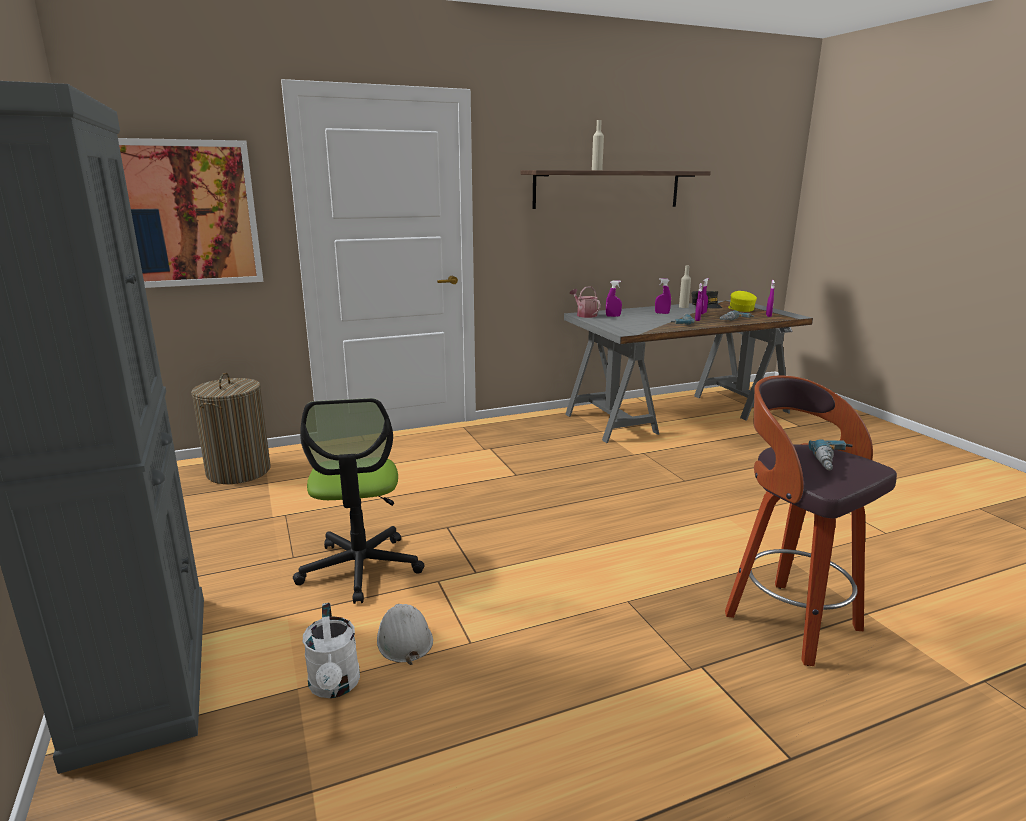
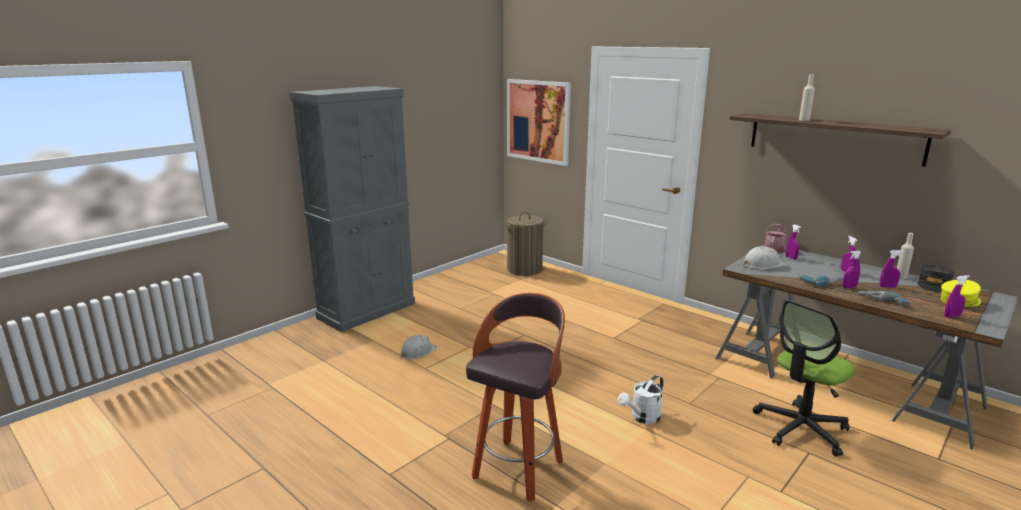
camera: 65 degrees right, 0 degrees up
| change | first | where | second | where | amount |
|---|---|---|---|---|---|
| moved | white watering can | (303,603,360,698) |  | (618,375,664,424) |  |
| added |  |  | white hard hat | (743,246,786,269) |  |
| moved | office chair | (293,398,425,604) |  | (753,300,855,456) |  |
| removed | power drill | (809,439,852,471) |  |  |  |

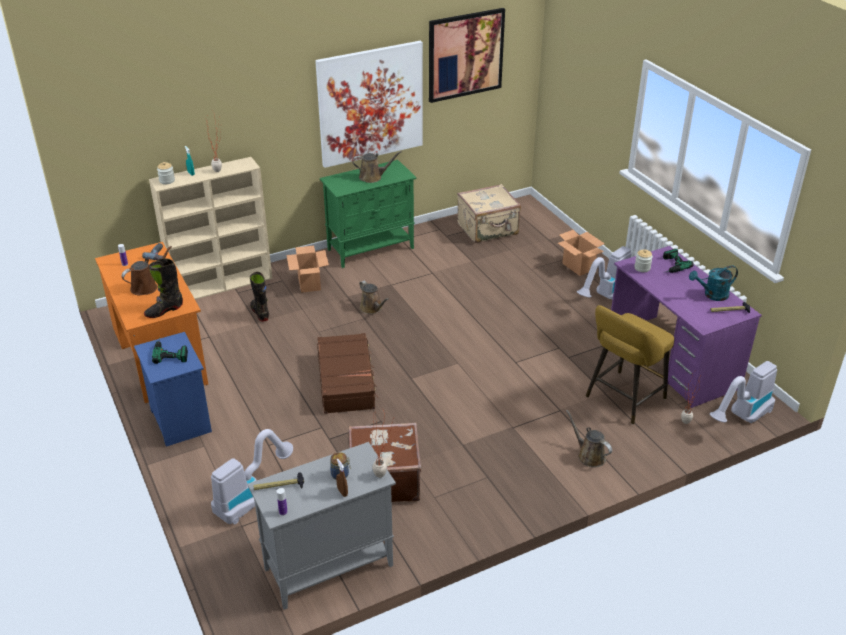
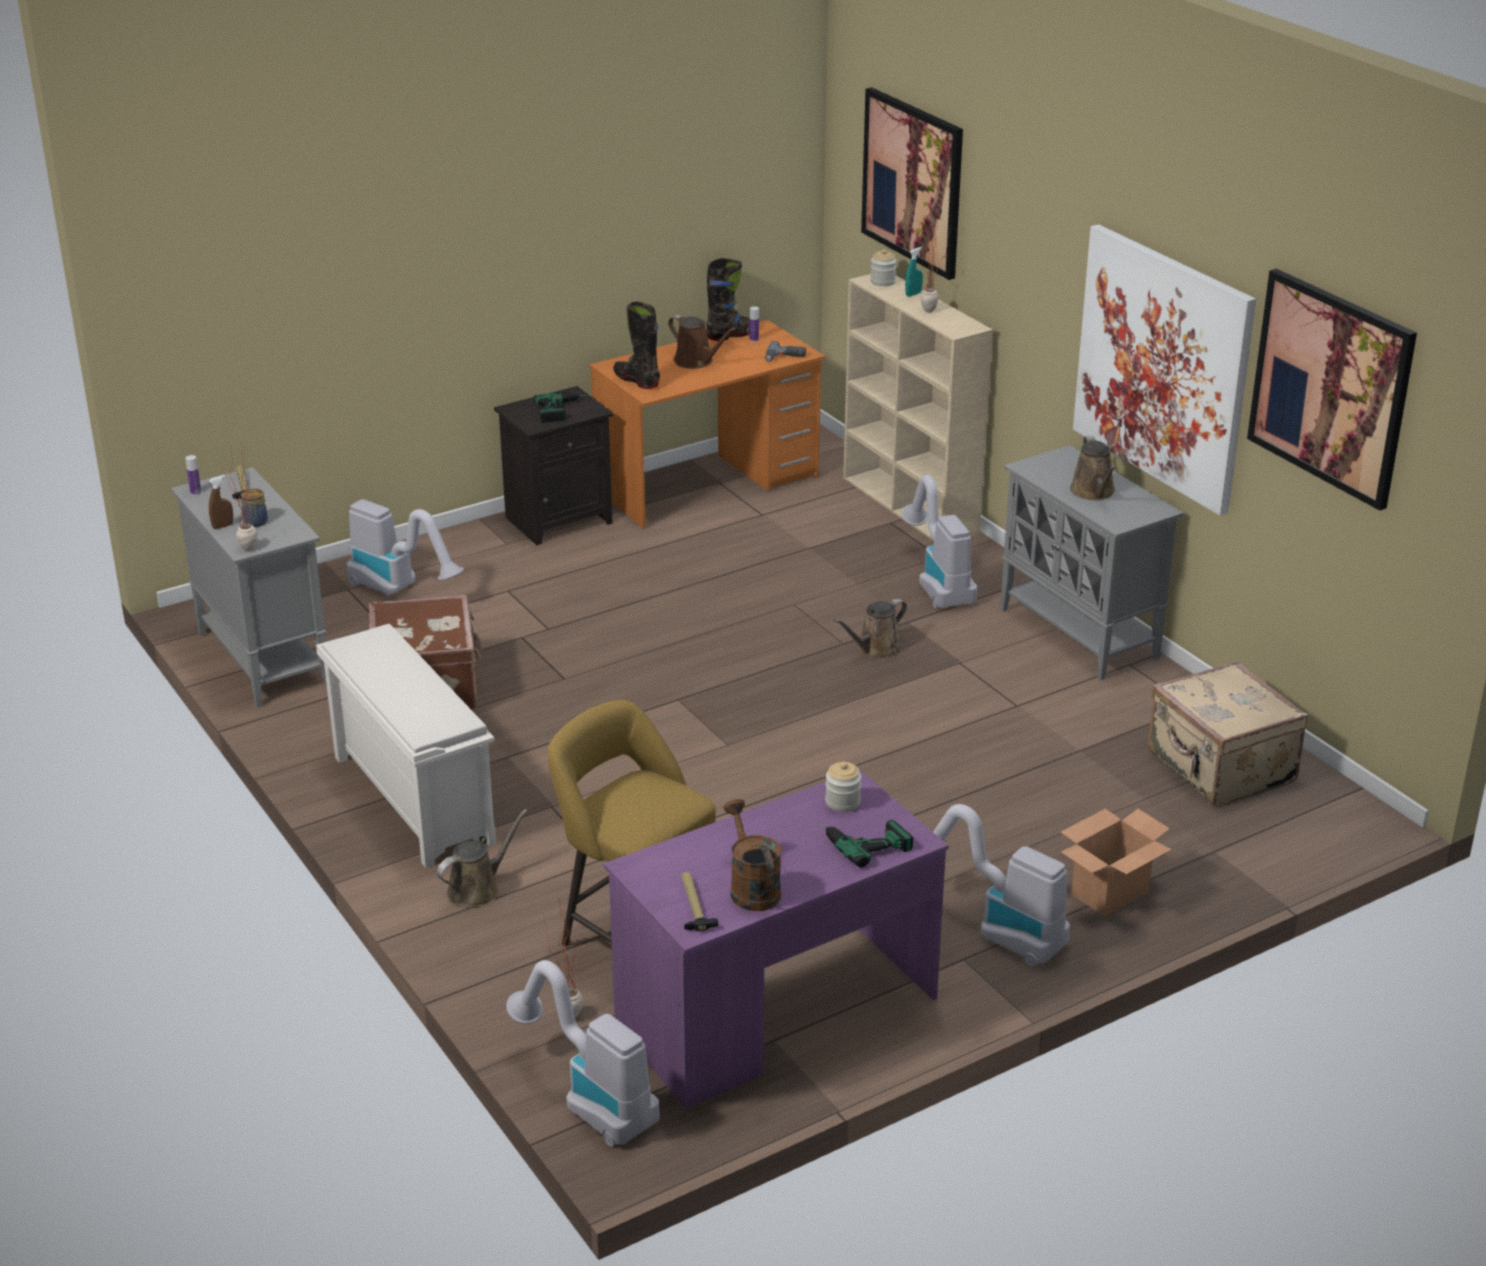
camera: 85 degrees right, 5 degrees down
| change | first | where | second | where | amount |
|---|---|---|---|---|---|
| added |  |  | white shoe rack | (316,624,496,868) |  |
| recoloured | blue nightstand | (134,332,212,447) | black nightstand | (494,386,613,545) |  |
| moved | black boot | (250,272,269,322) |  | (706,258,750,341) |  |
| recoloured | turquoise watering can | (689,265,738,301) | brown watering can | (723,799,781,911) |  |
| added |  |  | picture | (861,87,963,280) |  |
| replaced | cardboard box | (286,245,329,293) | vacuum cleaner | (901,475,977,608) |  |
| recoloured | green cabinet | (320,160,417,268) | grey cabinet | (1000,445,1184,680) |  |
| removed | brown suitcase | (317,333,379,414) |  |  |  |

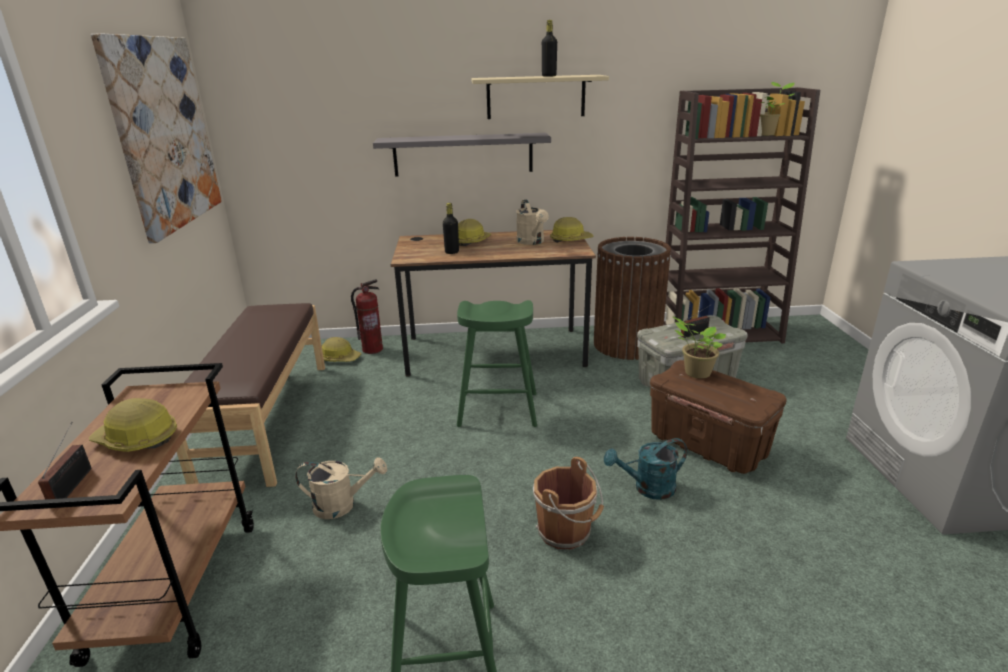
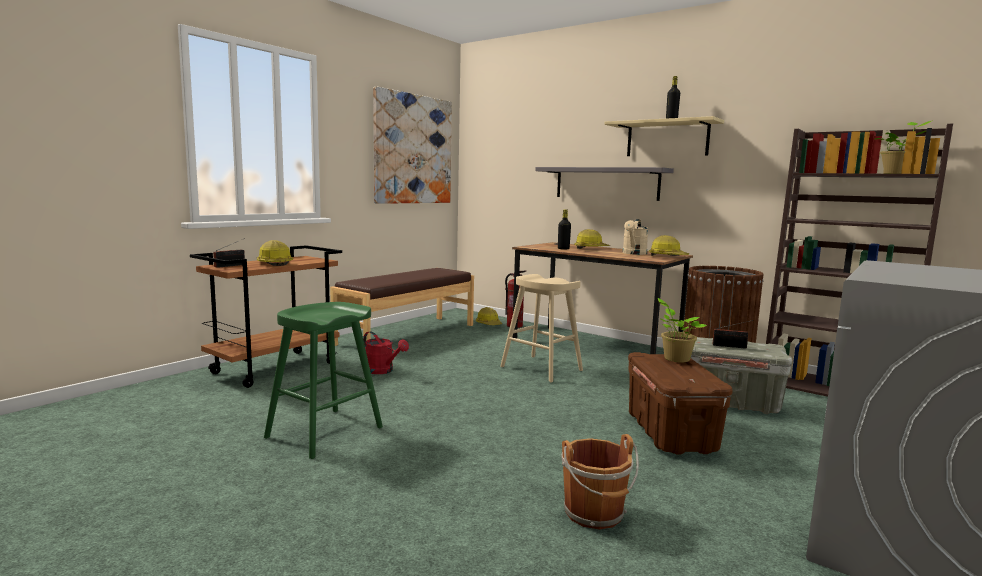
camera: 40 degrees right, 15 degrees down
| change | first | where | second | where | amount |
|---|---|---|---|---|---|
| recoloured | beige watering can | (295,457,387,519) | red watering can | (363,331,409,374) |  |
| recoloured | green stool | (457,300,537,427) | beige stool | (500,274,583,382) |  |
| moved | brown bucket | (533,457,604,549) |  | (561,434,639,529) |  |
| removed | turquoise watering can | (604,438,688,500) |  |  |  |

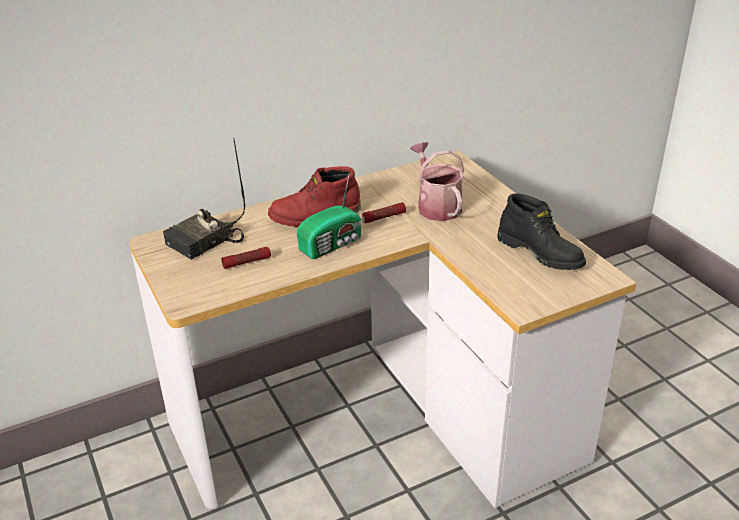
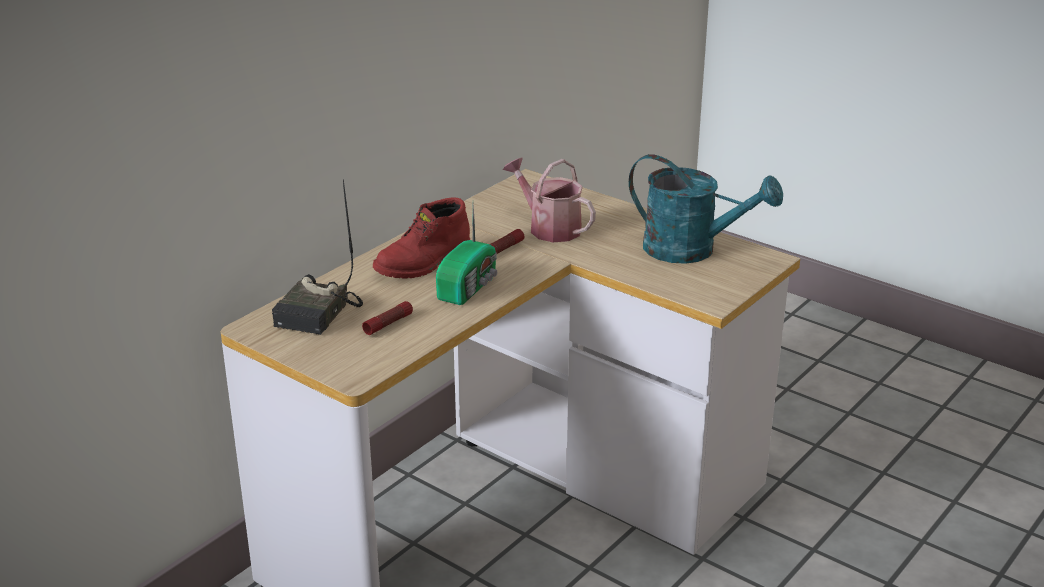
camera: 25 degrees left, 5 degrees down
| change | first | where | second | where | amount |
|---|---|---|---|---|---|
| replaced | black boot | (497,193,586,270) | turquoise watering can | (629,154,783,264) |  |

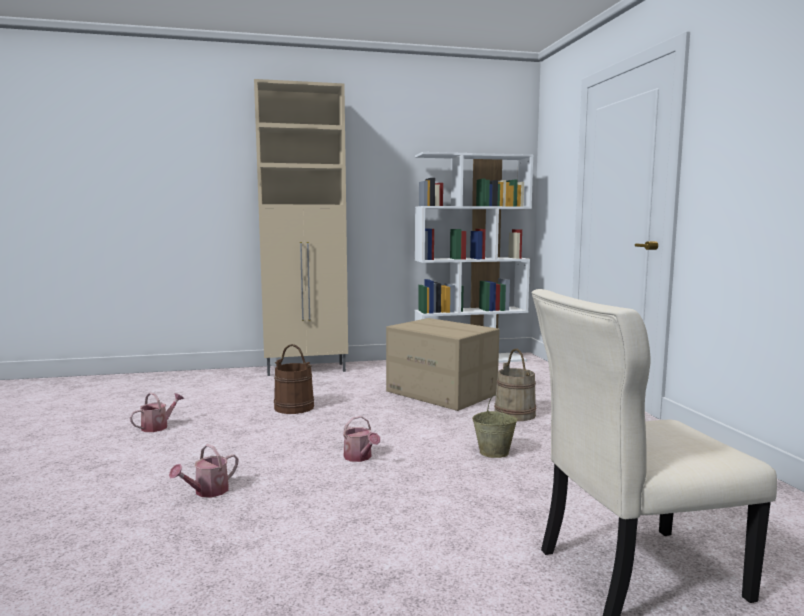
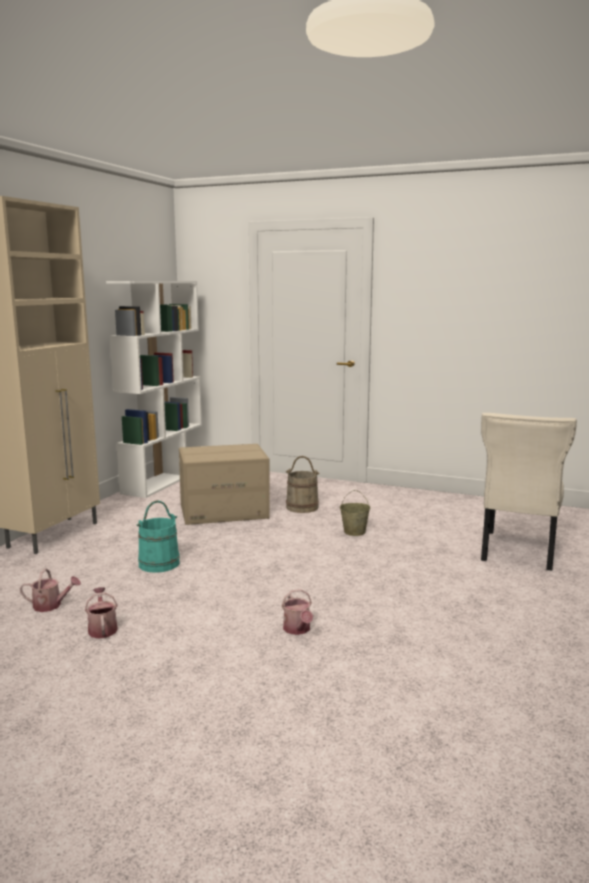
camera: 55 degrees left, 5 degrees up
| change | first | where | second | where | amount |
|---|---|---|---|---|---|
| moved | watering can | (343,416,380,462) |  | (20,568,81,612) |  |
| recoloured | brown bucket | (274,344,314,414) | turquoise bucket | (136,500,180,573) |  |

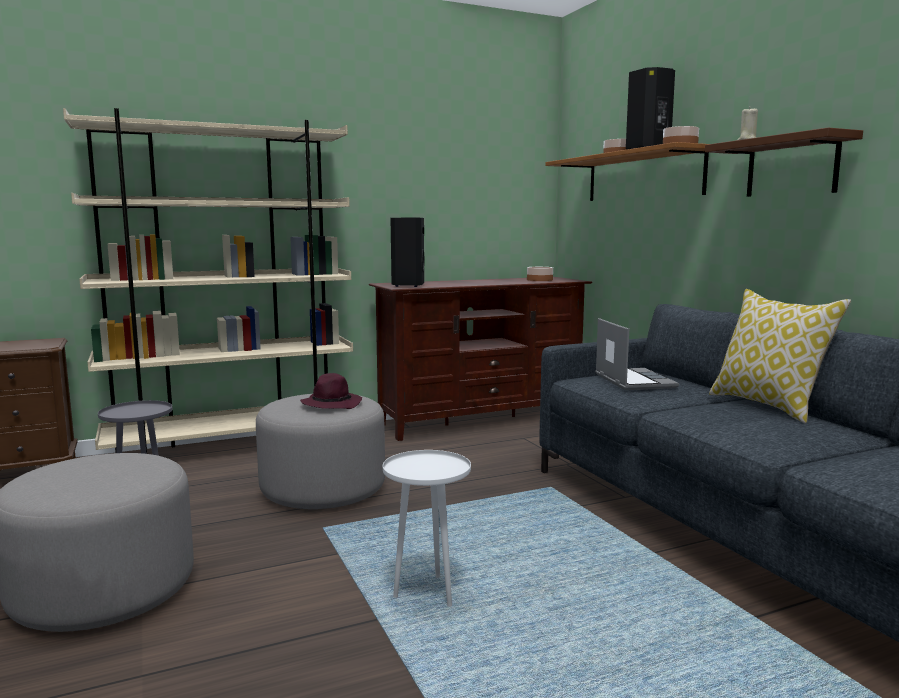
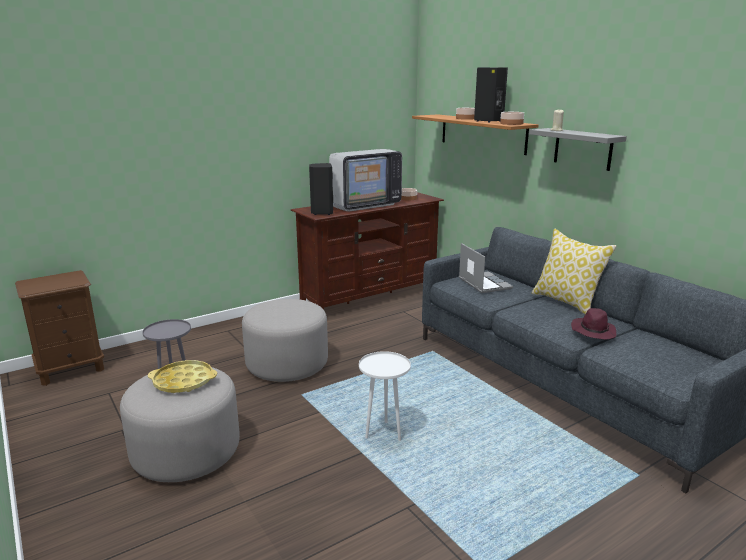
camera: 10 degrees left, 10 degrees up
| change | first | where | second | where | amount |
|---|---|---|---|---|---|
| added |  |  | yellow tray | (148,360,217,393) |  |
| added |  |  | television | (329,149,402,211) |  |
| recoloured | brown shelf | (705,127,863,197) | grey shelf | (529,128,627,171) |  |
| moved | purple hat | (300,373,362,409) |  | (571,308,616,340) |  |
| removed | beige bookcase | (63,108,353,453) |  |  |  |

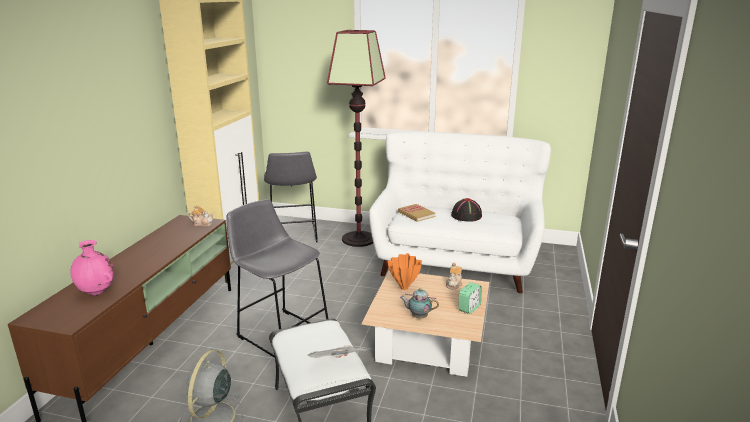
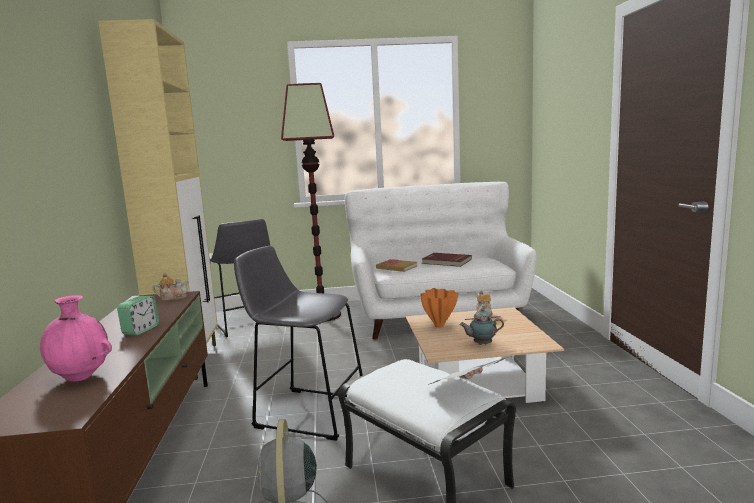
camera: 20 degrees left, 10 degrees down
| change | first | where | second | where | amount |
|---|---|---|---|---|---|
| moved | alarm clock | (458,282,482,314) |  | (117,296,159,335) |  |
| replaced | black hat | (451,198,482,222) | red book | (422,253,472,267) |  |

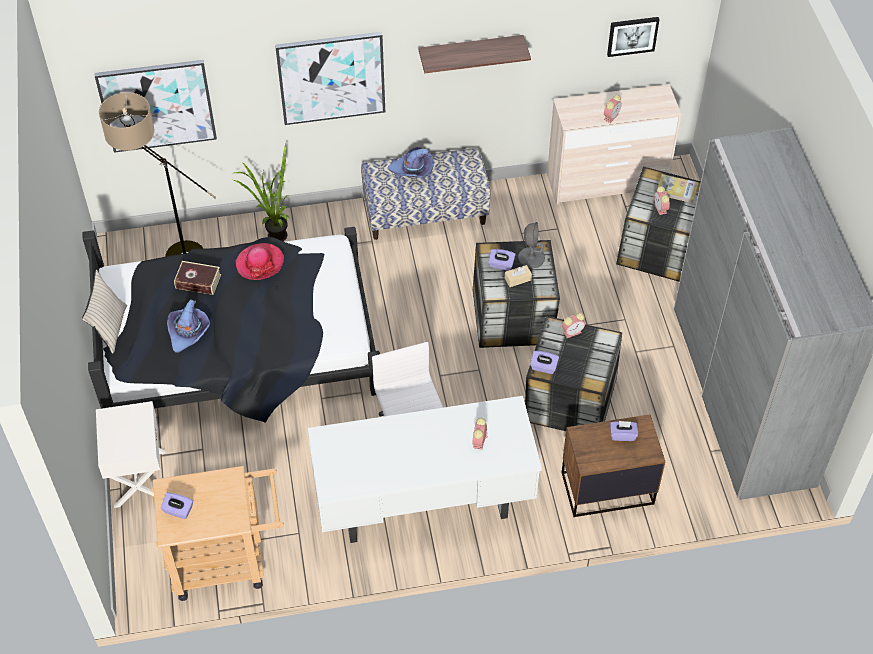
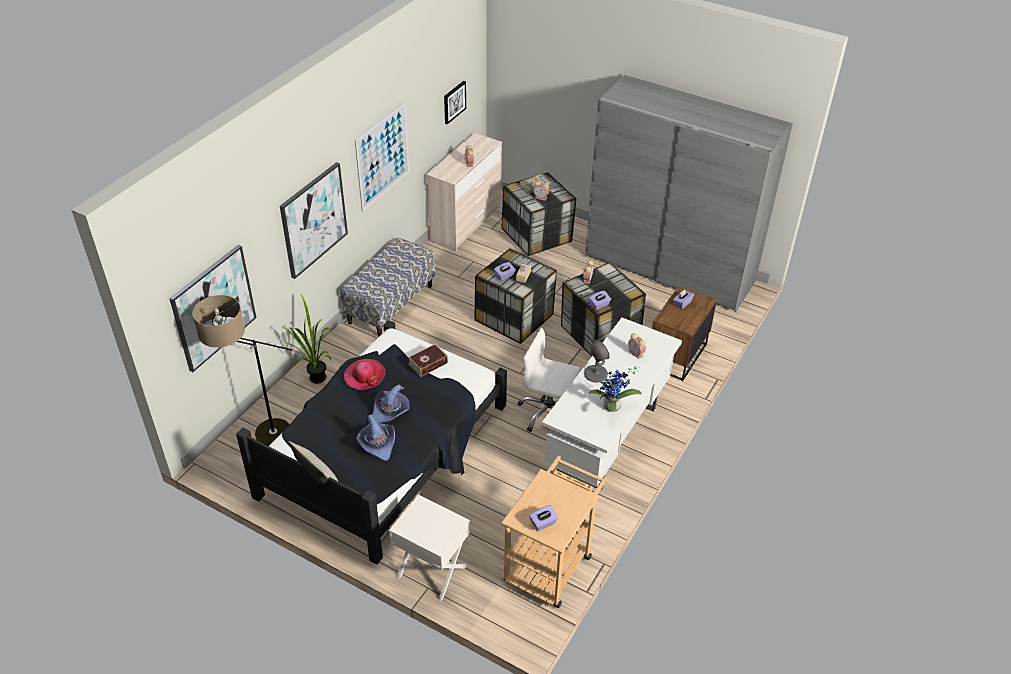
camera: 50 degrees left, 10 degrees down
| change | first | where | second | where | amount |
|---|---|---|---|---|---|
| replaced | shelf | (418,35,531,73) | picture | (355,102,409,211) |  |
| moved | purple hat | (388,147,434,178) |  | (372,384,410,423) |  |
| moved | book | (174,261,221,295) |  | (408,343,448,377) |  |
| moved | grey table lamp | (518,222,545,268) |  | (584,339,609,383) |  |
| added |  |  | potted plant | (589,367,642,412) |  |

